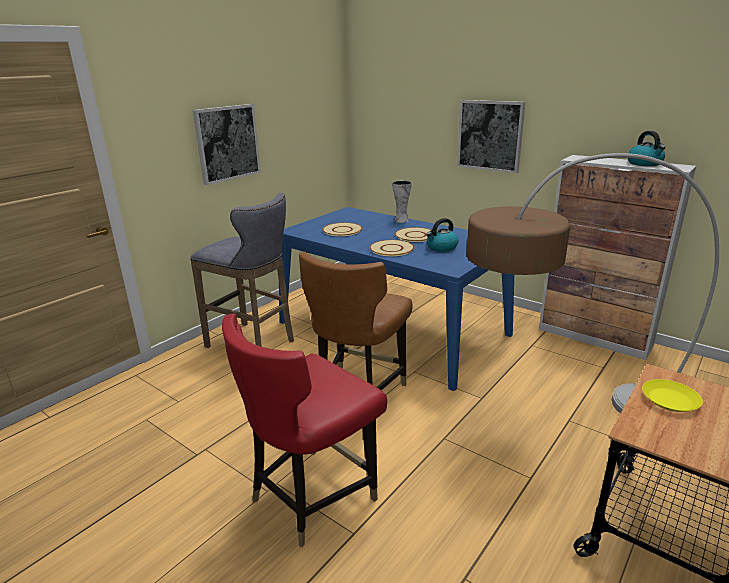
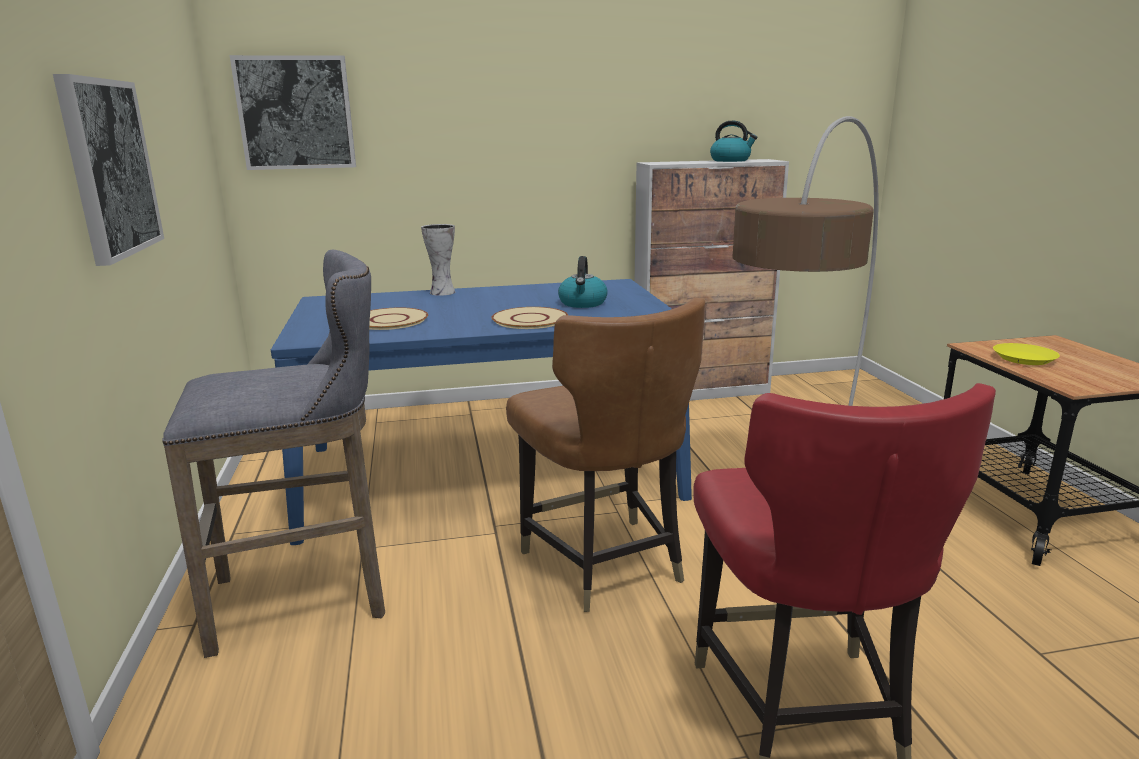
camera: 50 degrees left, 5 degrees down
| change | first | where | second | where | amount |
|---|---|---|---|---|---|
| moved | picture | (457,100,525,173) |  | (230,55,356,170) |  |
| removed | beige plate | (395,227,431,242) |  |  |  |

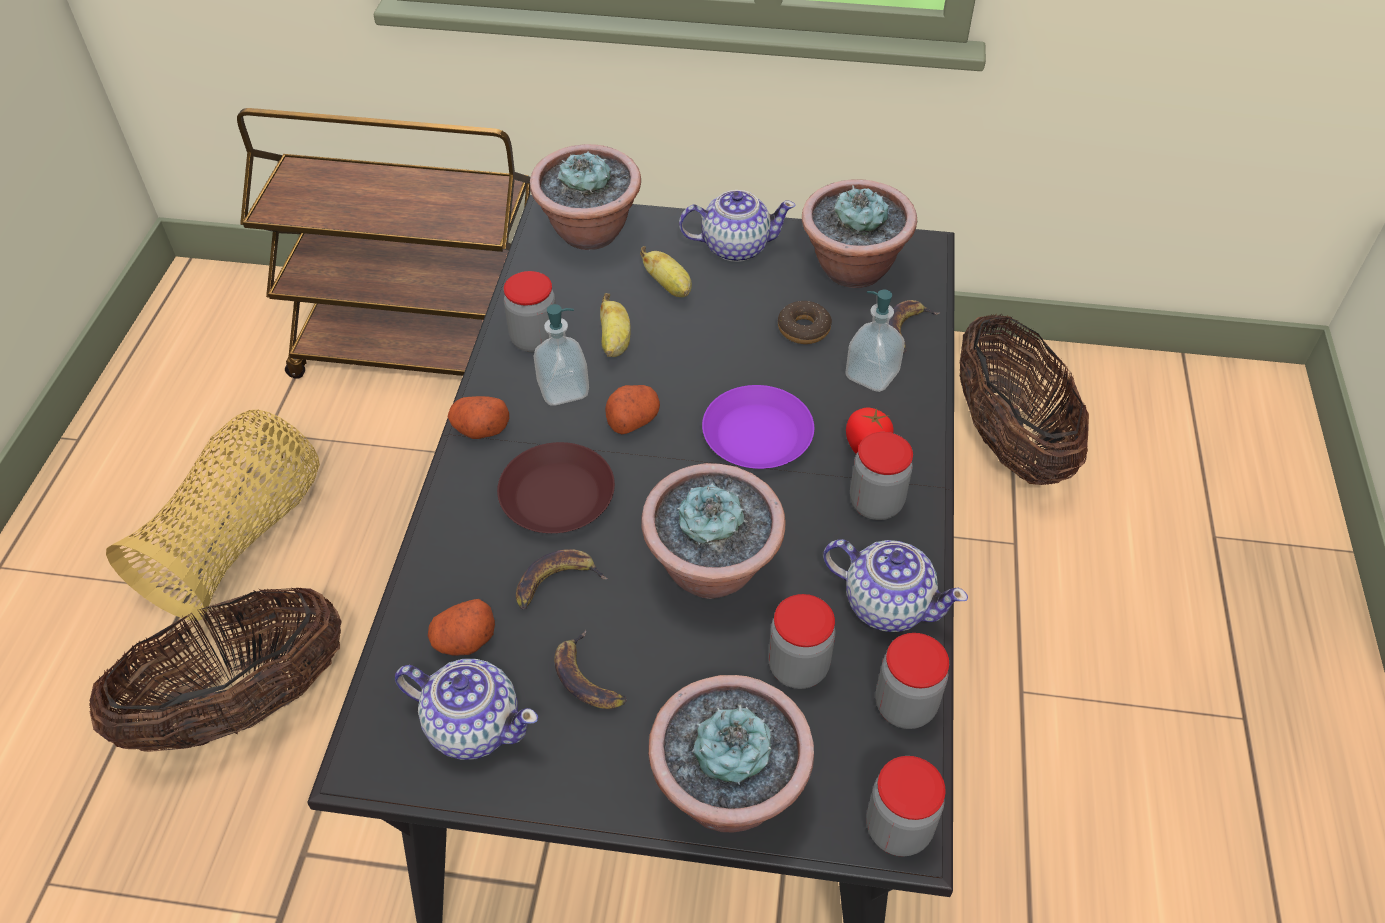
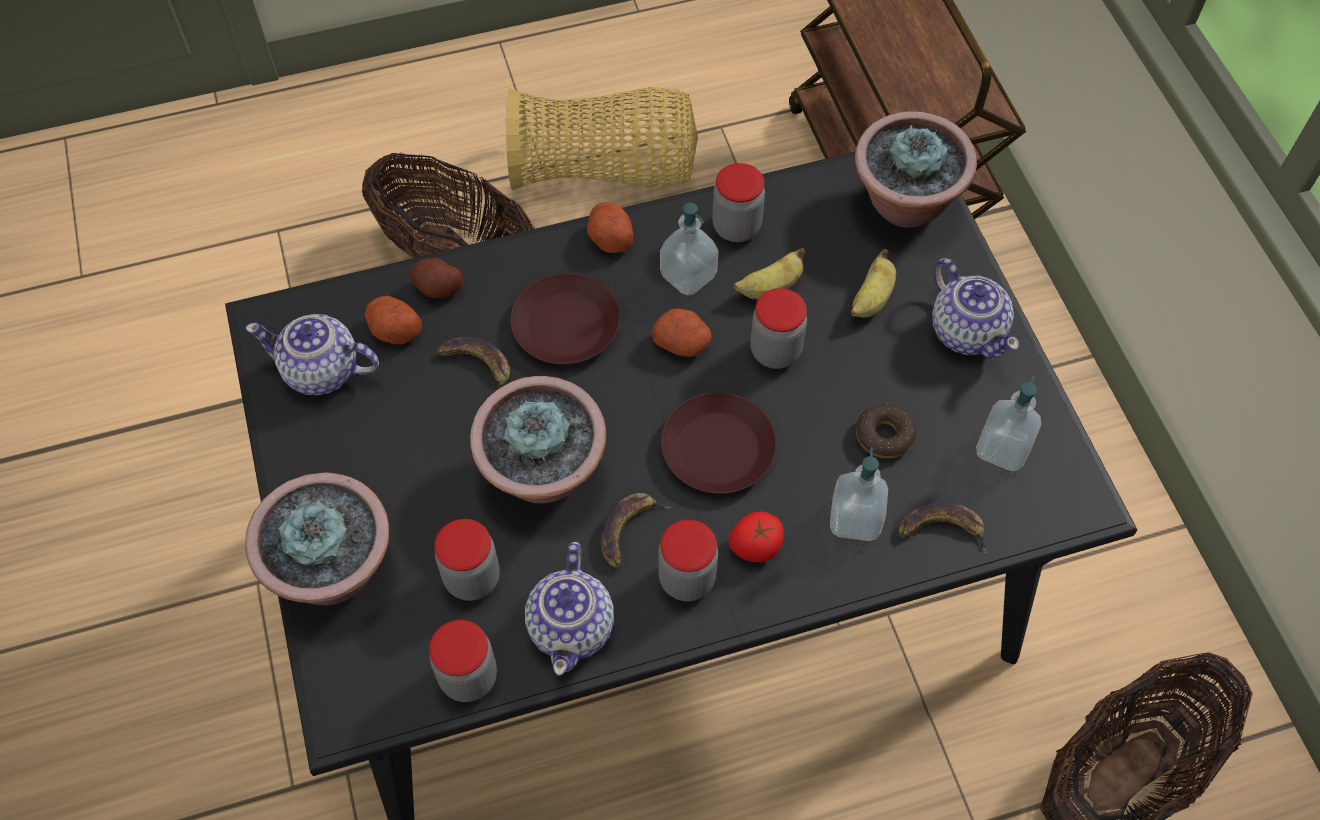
camera: 65 degrees right, 10 degrees up
| change | first | where | second | where | amount |
|---|---|---|---|---|---|
| turned | teapot | (395,659,538,760) |  | (246,314,379,395) | 105 degrees clockwise |
| added |  |  | potato | (410,258,463,298) |  |
| moved | banana | (554,630,627,709) |  | (601,493,672,569) |  |
| recoloured | purple plate | (702,385,814,469) | brown plate | (661,392,777,494) |  |
| moved | jar | (866,756,946,857) |  | (750,288,807,369) |  |
| replaced | potted plant | (802,179,917,288) | soap dispenser | (976,376,1041,471) |  |

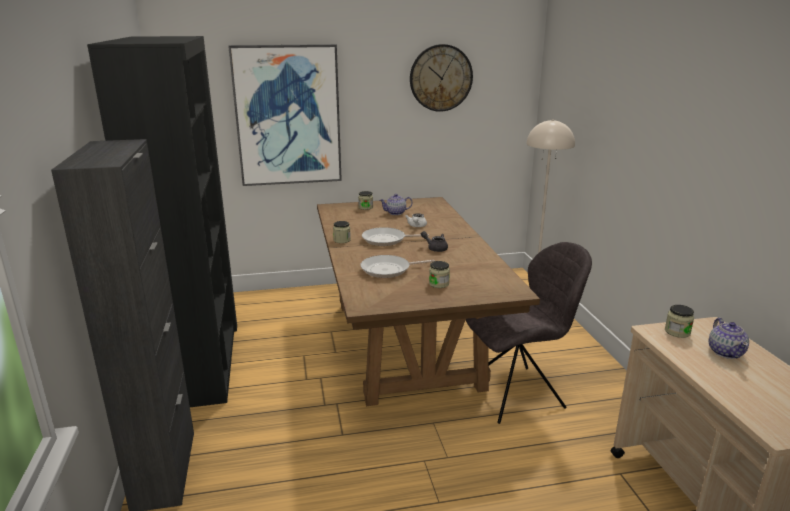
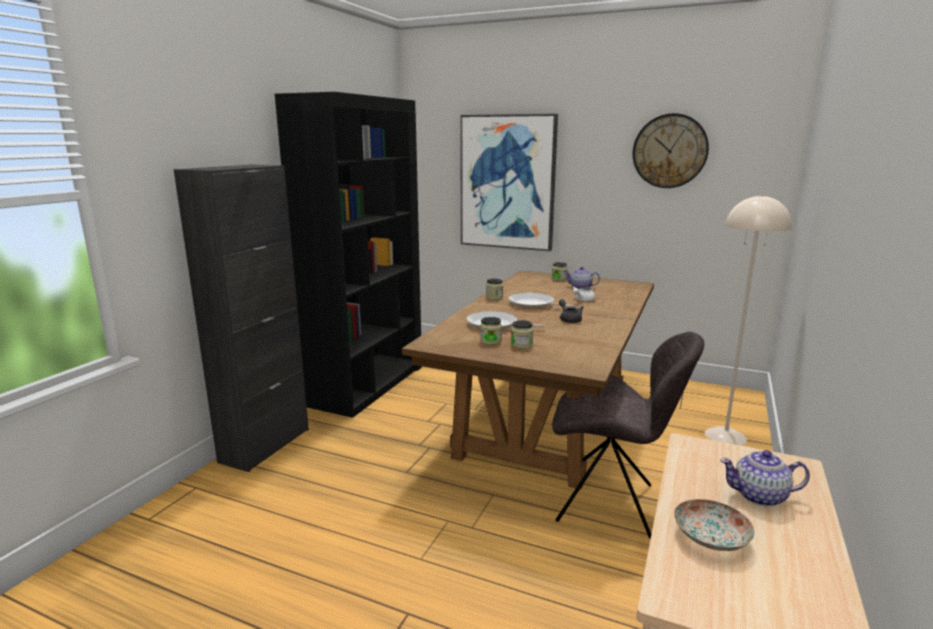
camera: 35 degrees right, 5 degrees down
| change | first | where | second | where | amount |
|---|---|---|---|---|---|
| moved | jar | (665,305,694,338) |  | (480,317,502,345) |  |
| added |  |  | plate | (674,499,755,551) |  |
| turned | teapot | (709,318,749,359) |  | (720,450,810,507) | 60 degrees clockwise |

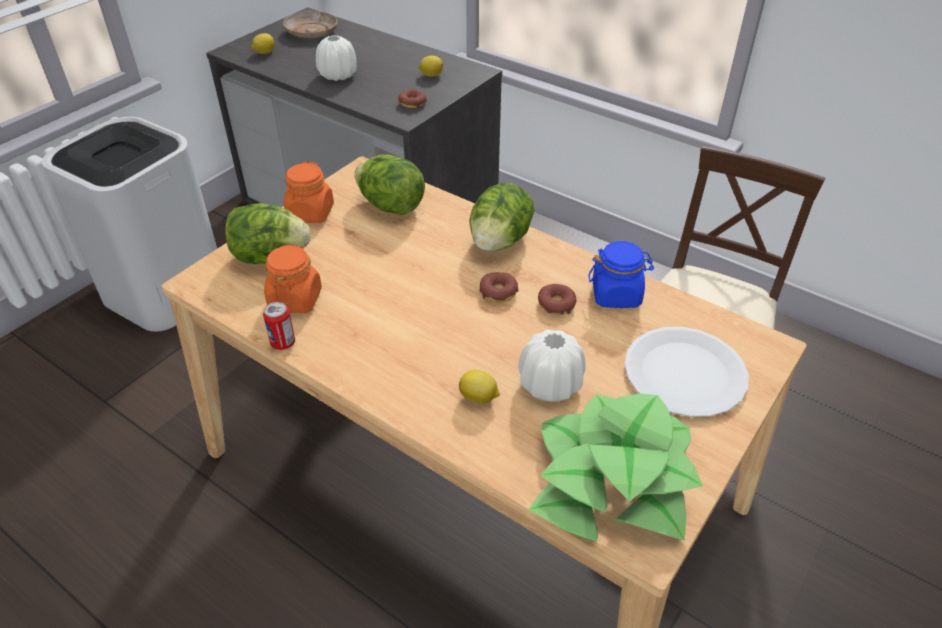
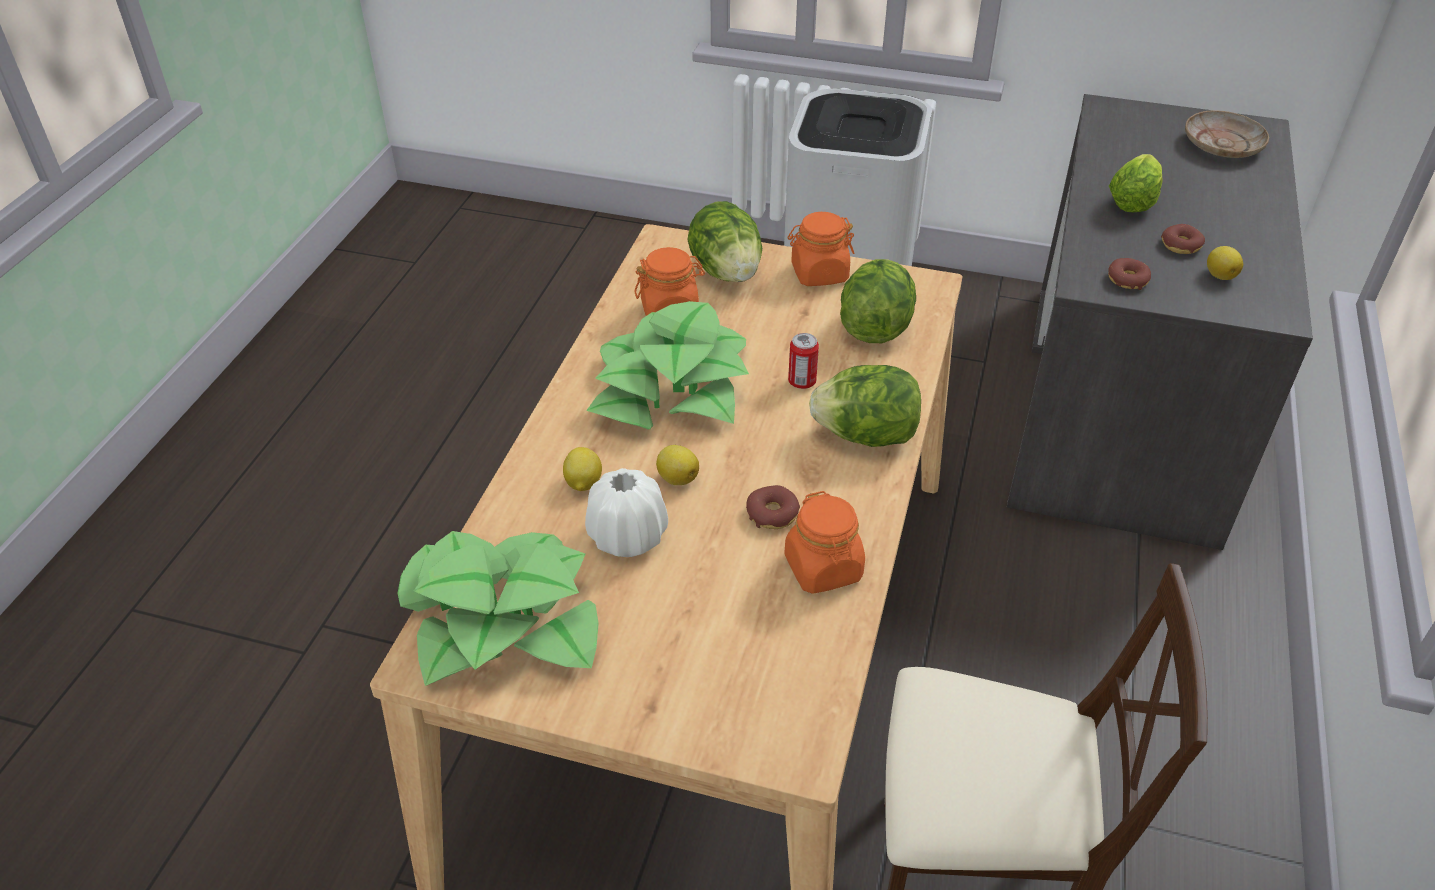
camera: 70 degrees right, 0 degrees up
| change | first | where | second | where | amount |
|---|---|---|---|---|---|
| added |  |  | potted plant | (586,301,749,430) |  |
| moved | lemon | (252,33,275,54) |  | (656,445,699,485) |  |
| recoloured | blue jar | (588,241,654,308) | orange jar | (784,491,865,594) |  |
| moved | can | (263,302,295,350) |  | (788,333,819,389) |  |
| replaced | white vase | (316,35,357,81) | lettuce | (1109,154,1163,212) |  |
| moved | donut | (480,272,519,303) |  | (1161,224,1205,254) |  |
| removed | white plate | (624,327,749,417) |  |  |  |

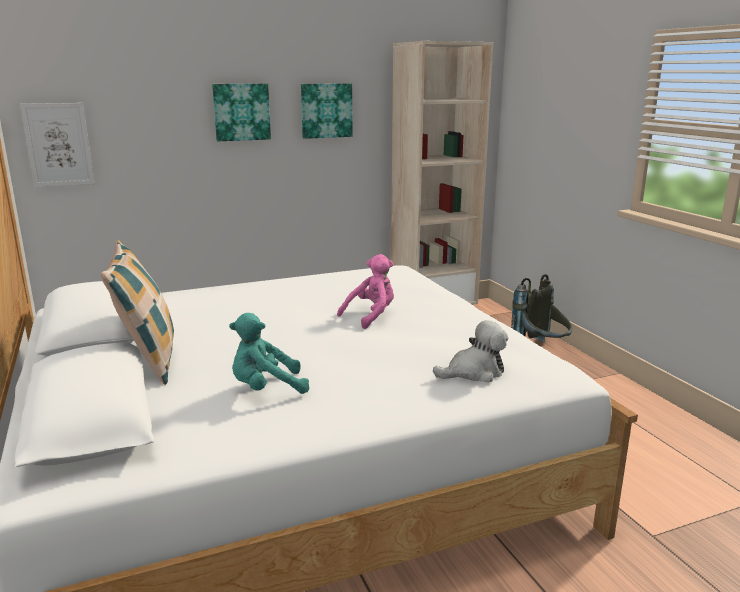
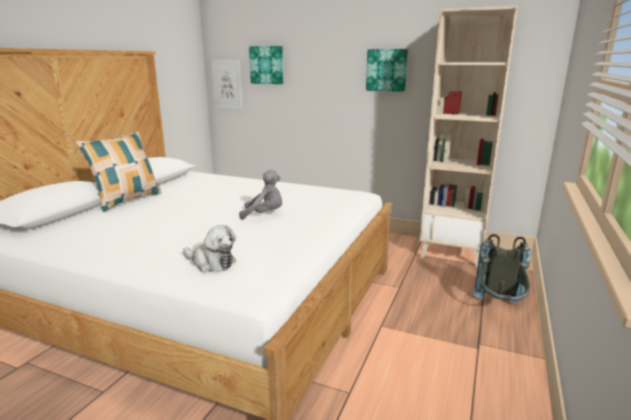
camera: 45 degrees right, 0 degrees up
| change | first | where | second | where | amount |
|---|---|---|---|---|---|
| recoloured | pink plush toy | (337,254,394,329) | grey plush toy | (239,170,282,220) |  |
| moved | picture | (212,83,271,141) |  | (249,46,283,84) |  |
| removed | turquoise plush toy | (229,313,309,394) |  |  |  |

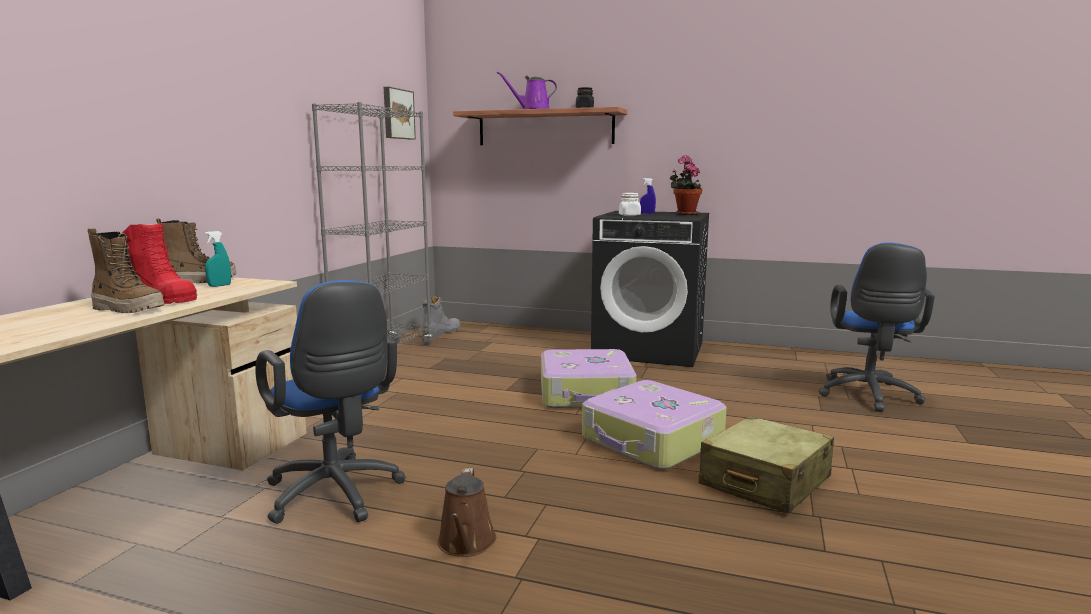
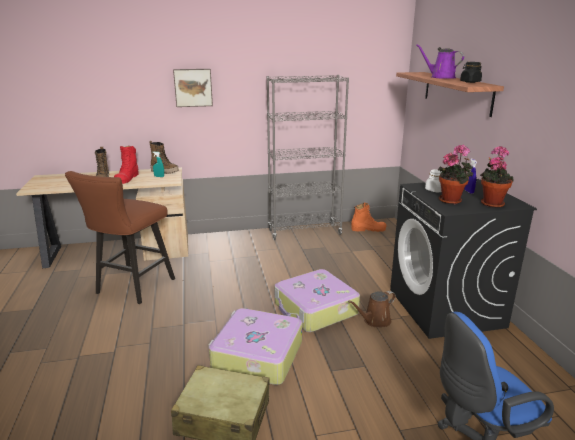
camera: 60 degrees right, 10 degrees up
| change | first | where | second | where | amount |
|---|---|---|---|---|---|
| replaced | blue office chair | (255,280,406,524) | brown stool | (65,171,175,304) |  |
| moved | picture | (384,87,416,140) |  | (173,69,213,107) |  |
| moved | brown watering can | (437,468,496,557) |  | (348,291,396,327) |  |
| recoloured | grey boot | (422,296,461,339) | orange boot | (351,203,386,232) |  |
| added |  |  | potted plant | (438,145,473,204) |  |

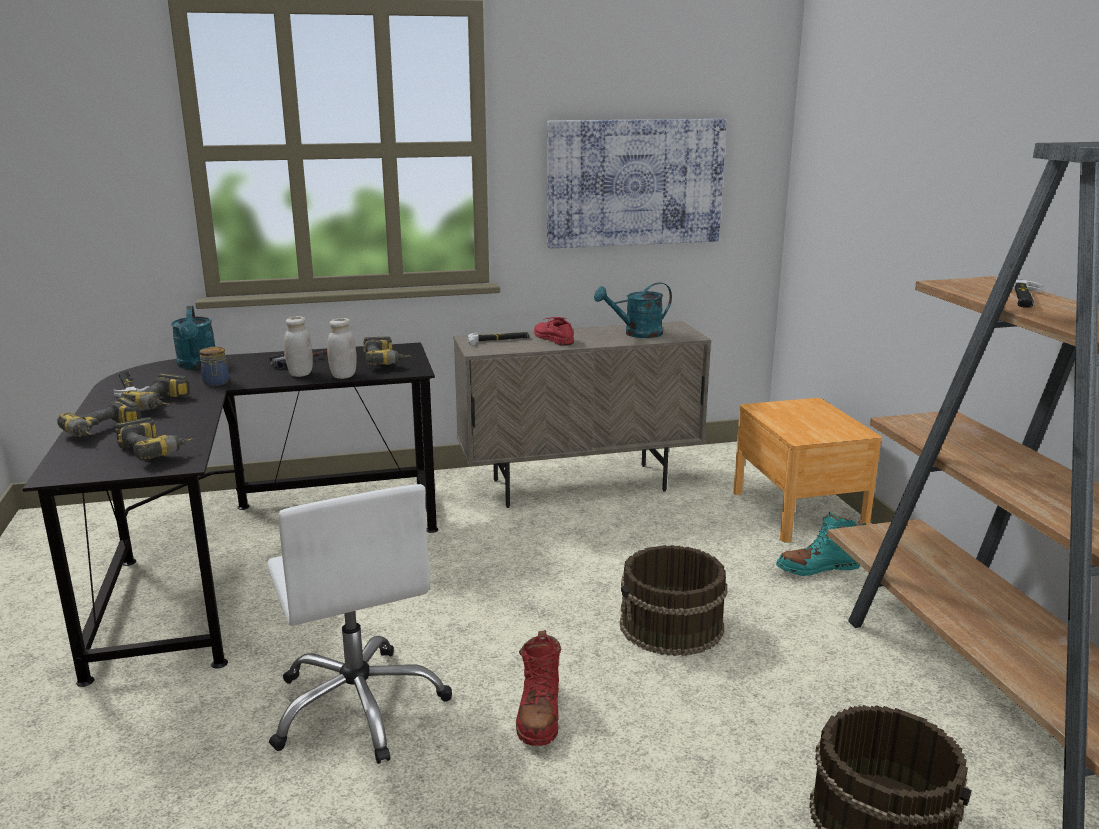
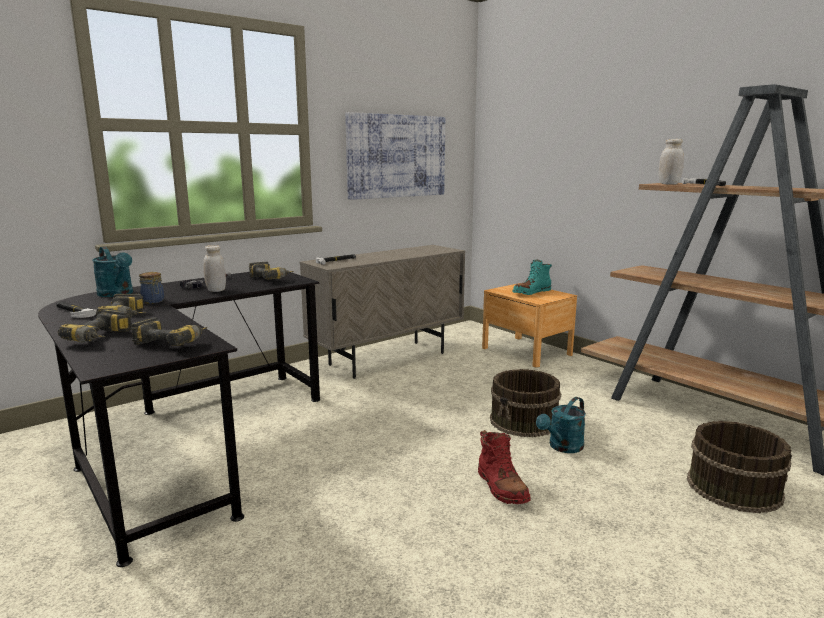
camera: 25 degrees left, 5 degrees down
| change | first | where | second | where | amount |
|---|---|---|---|---|---|
| moved | turquoise boot | (776,512,867,576) |  | (512,260,552,295) |  |
| moved | turquoise watering can | (594,282,672,338) |  | (536,397,586,453) |  |
| moved | white jar | (327,318,357,379) |  | (659,139,684,185) |  |
| removed | white office chair | (267,484,452,764) |  |  |  |
| removed | red shoe | (534,317,574,345) |  |  |  |

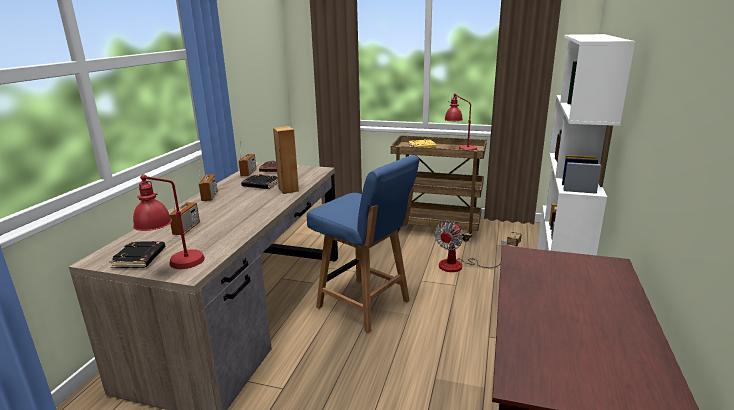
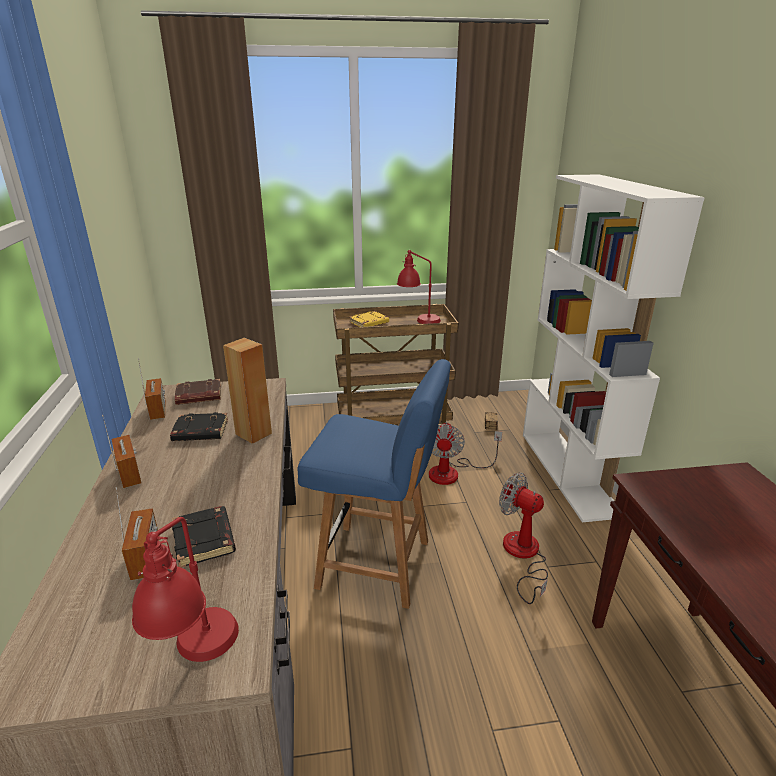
camera: 25 degrees left, 5 degrees up
| change | first | where | second | where | amount |
|---|---|---|---|---|---|
| moved | black book | (109,241,165,268) |  | (172,506,236,567) |  |
| added |  |  | fan | (499,473,548,604) |  |

